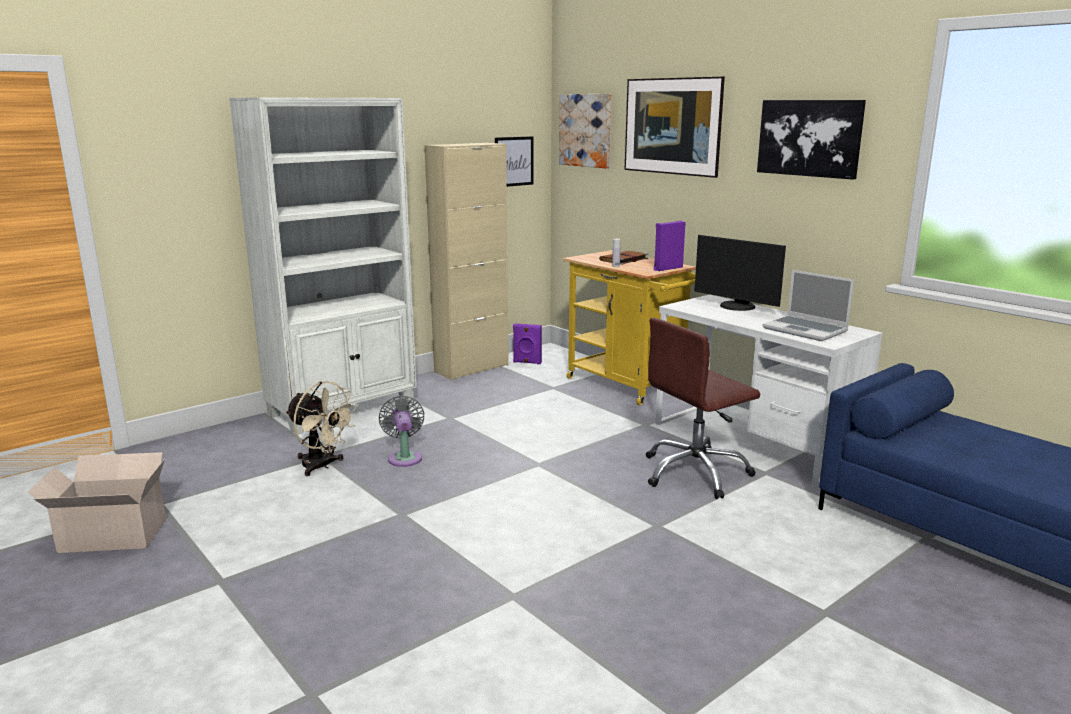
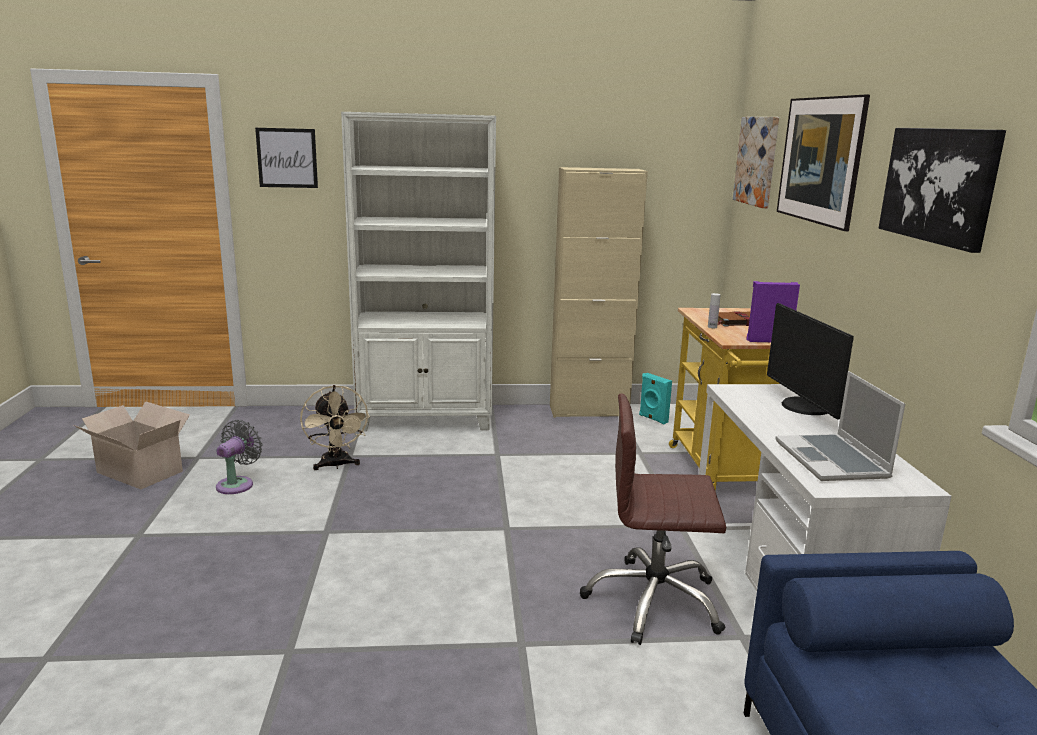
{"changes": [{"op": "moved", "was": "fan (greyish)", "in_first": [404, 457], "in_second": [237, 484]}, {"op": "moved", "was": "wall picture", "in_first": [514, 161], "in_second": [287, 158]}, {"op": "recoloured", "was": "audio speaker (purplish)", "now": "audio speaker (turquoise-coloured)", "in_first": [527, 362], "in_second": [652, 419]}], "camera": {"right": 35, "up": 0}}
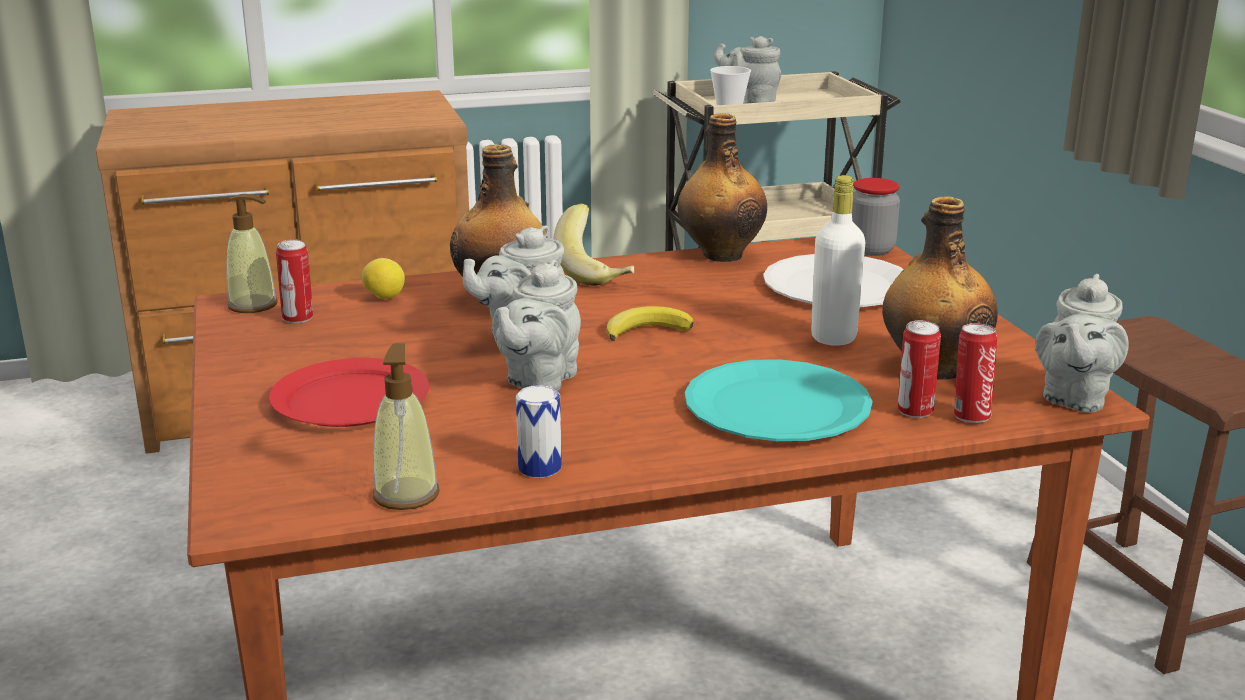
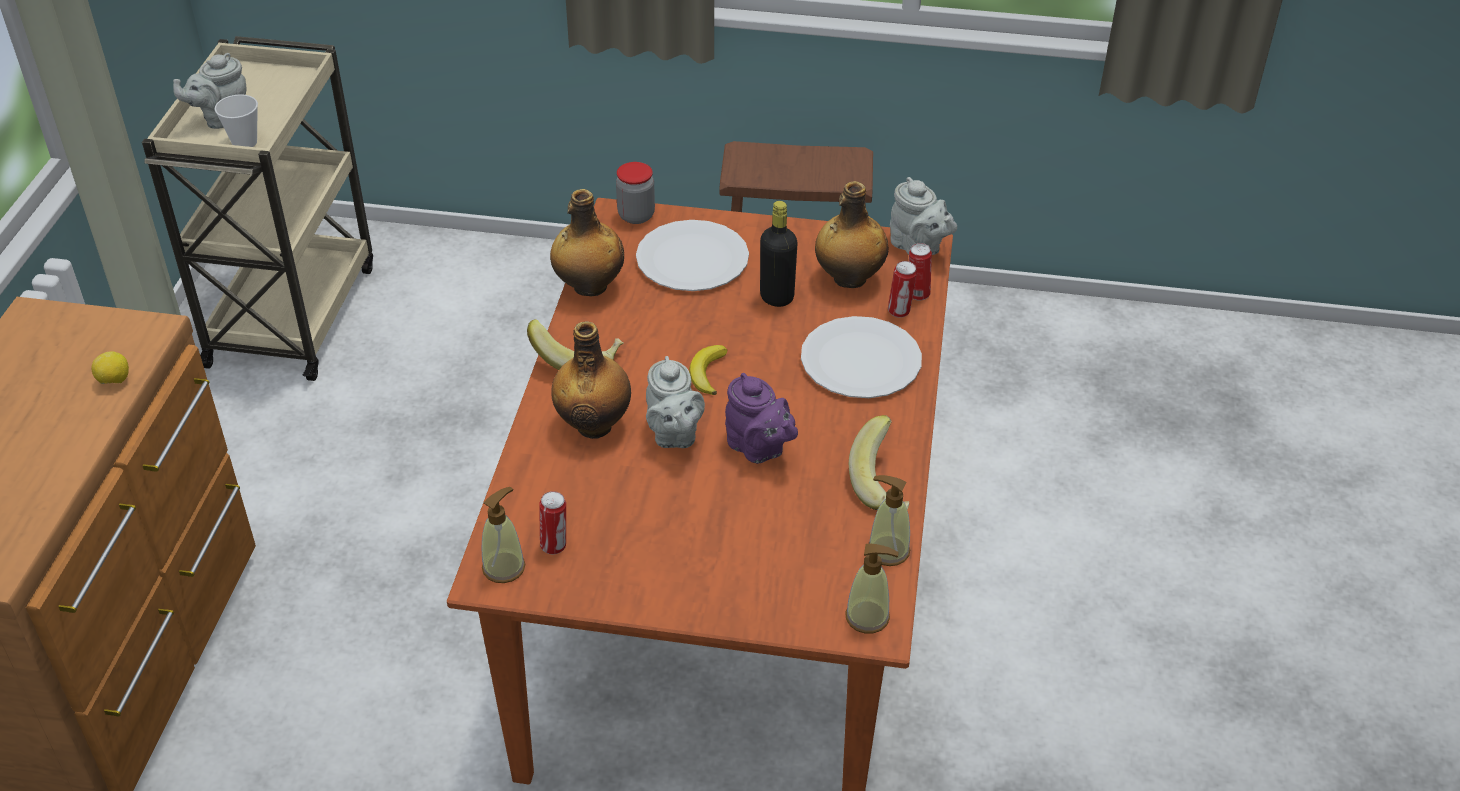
{"changes": [{"op": "removed", "was": "dinner plate (reddish)", "in_first": [349, 400]}, {"op": "added", "now": "soap dispenser", "in_second": [867, 617]}, {"op": "moved", "was": "citrus fruit", "in_first": [384, 297], "in_second": [114, 381]}, {"op": "replaced", "was": "sealed can", "now": "banana fruit", "in_first": [539, 467], "in_second": [884, 484]}, {"op": "recoloured", "was": "tea pot (greyish)", "now": "tea pot (purplish)", "in_first": [538, 380], "in_second": [758, 449]}, {"op": "recoloured", "was": "dinner plate (turquoise-coloured)", "now": "dinner plate (white)", "in_first": [776, 406], "in_second": [861, 361]}, {"op": "recoloured", "was": "beverage bottle (white)", "now": "beverage bottle (black)", "in_first": [833, 337], "in_second": [777, 297]}], "camera": {"right": -65, "up": 20}}
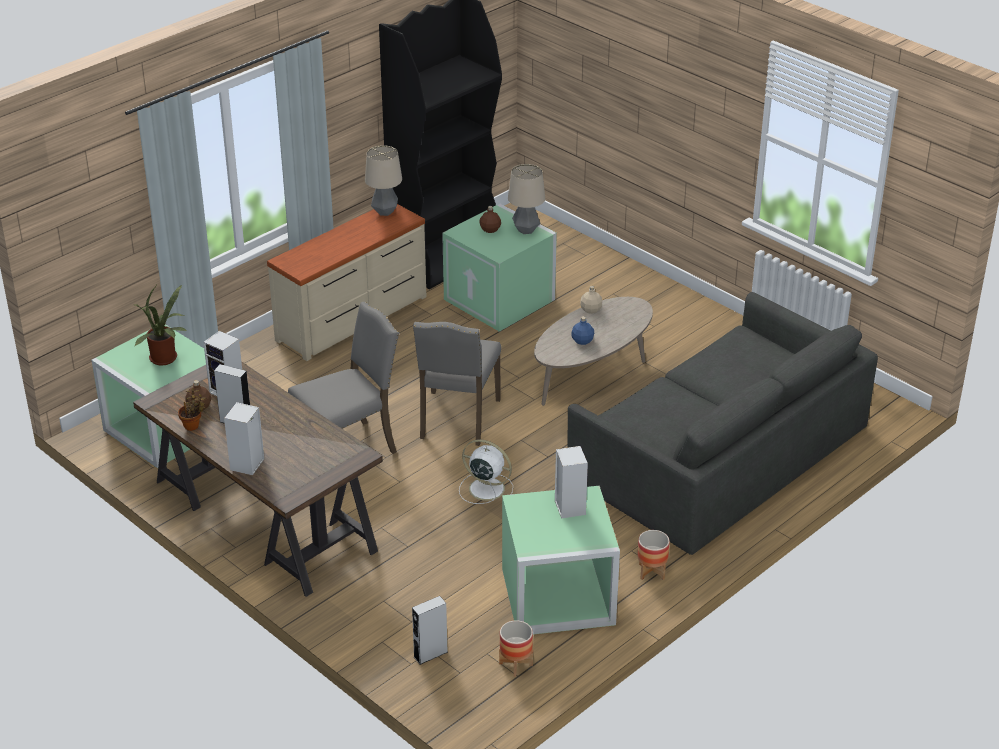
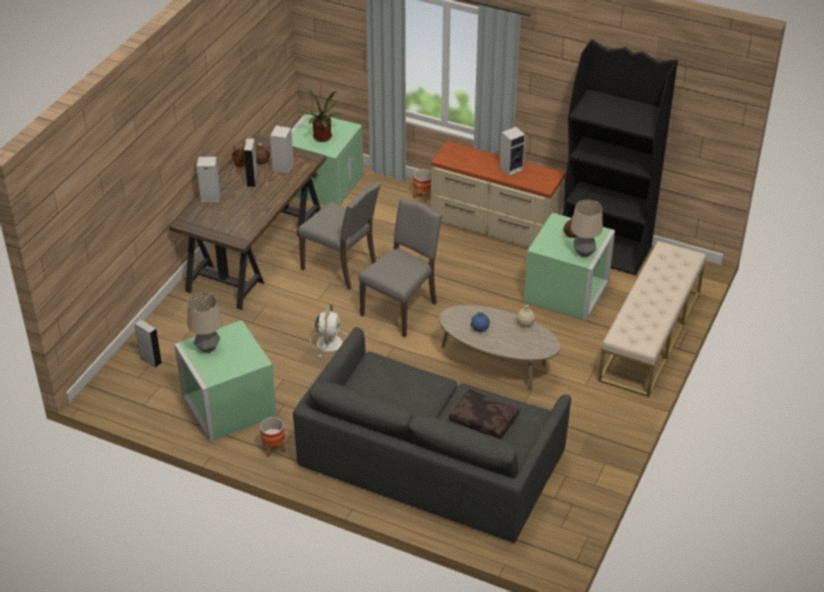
{"changes": [{"op": "added", "now": "cushion (brown)", "in_second": [484, 419]}, {"op": "added", "now": "long seat (beige)", "in_second": [650, 336]}, {"op": "moved", "was": "lamp for a table", "in_first": [385, 212], "in_second": [208, 348]}, {"op": "moved", "was": "plant pot", "in_first": [515, 664], "in_second": [423, 196]}, {"op": "moved", "was": "audio speaker", "in_first": [569, 507], "in_second": [511, 168]}, {"op": "turned", "was": "plain chair (greyish)", "in_first": [457, 419], "in_second": [401, 308], "clockwise": 135}], "camera": {"right": 70, "up": 5}}
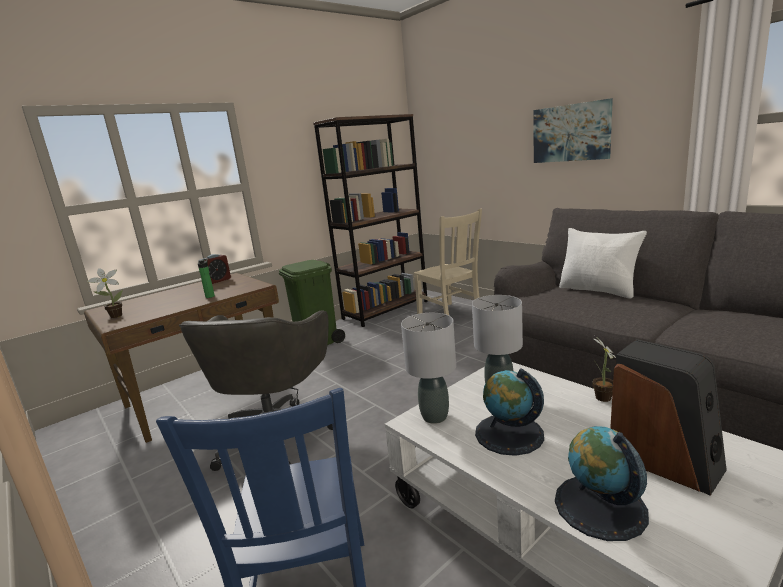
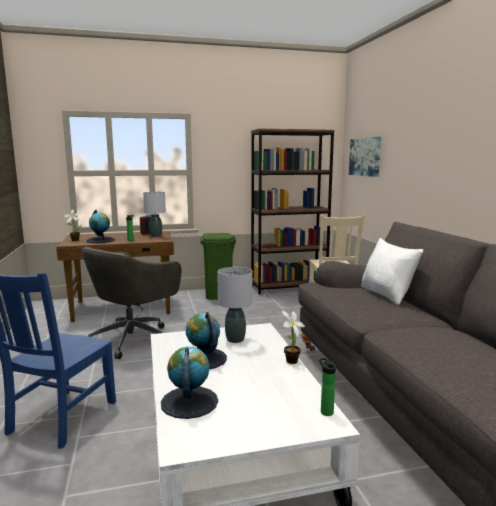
{"changes": [{"op": "removed", "was": "audio speaker", "in_first": [664, 460]}, {"op": "added", "now": "desk globe", "in_second": [100, 240]}, {"op": "added", "now": "beverage bottle", "in_second": [325, 411]}, {"op": "moved", "was": "lamp for a table (greyish)", "in_first": [434, 416], "in_second": [156, 236]}, {"op": "moved", "was": "wall picture", "in_first": [571, 133], "in_second": [365, 157]}], "camera": {"right": 25, "up": -5}}
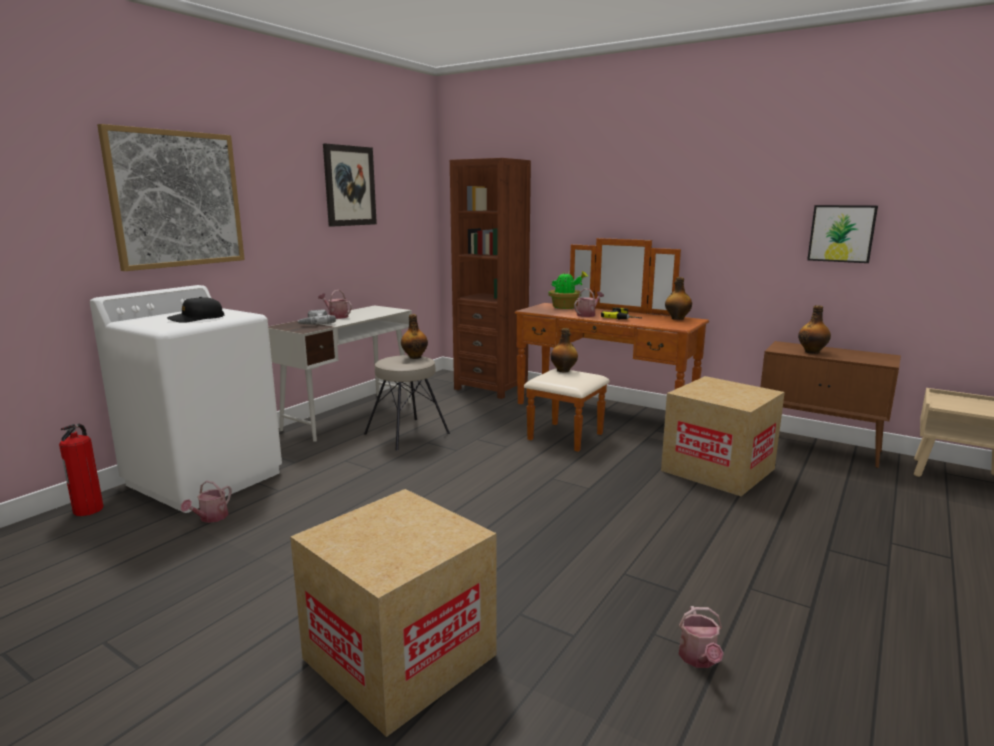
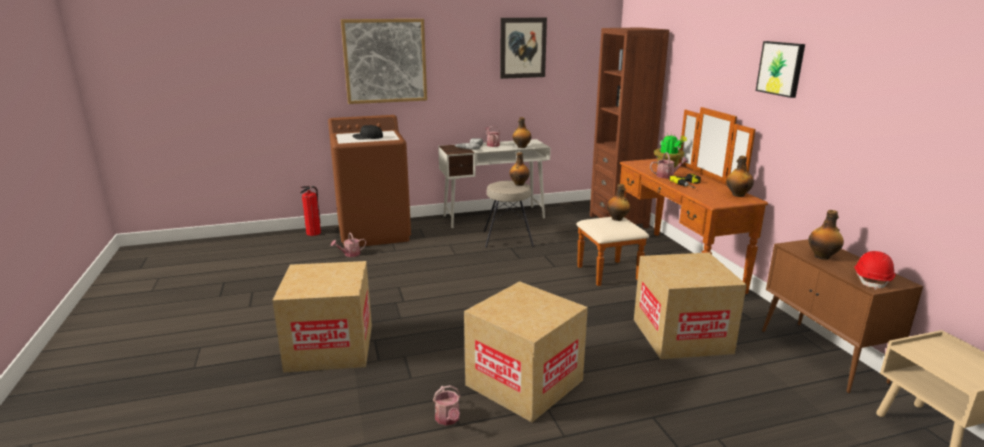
{"changes": [{"op": "added", "now": "carton", "in_second": [524, 382]}, {"op": "added", "now": "beverage bottle", "in_second": [521, 147]}, {"op": "added", "now": "work helmet (reddish)", "in_second": [872, 280]}, {"op": "moved", "was": "wall picture", "in_first": [841, 233], "in_second": [781, 68]}, {"op": "recoloured", "was": "laundry machine (white)", "now": "laundry machine (brown)", "in_first": [205, 478], "in_second": [374, 233]}, {"op": "turned", "was": "sprinkling can", "in_first": [699, 659], "in_second": [448, 419], "clockwise": -60}], "camera": {"right": 40, "up": 5}}
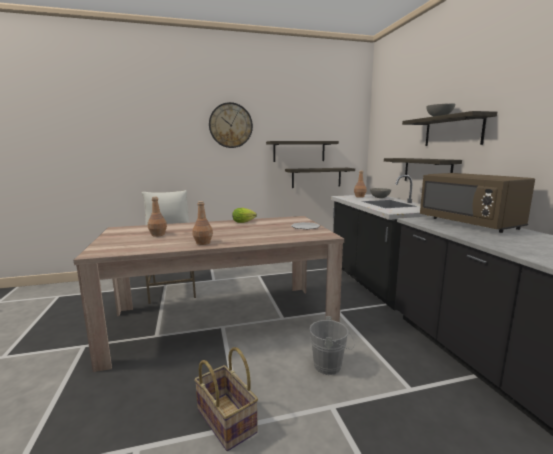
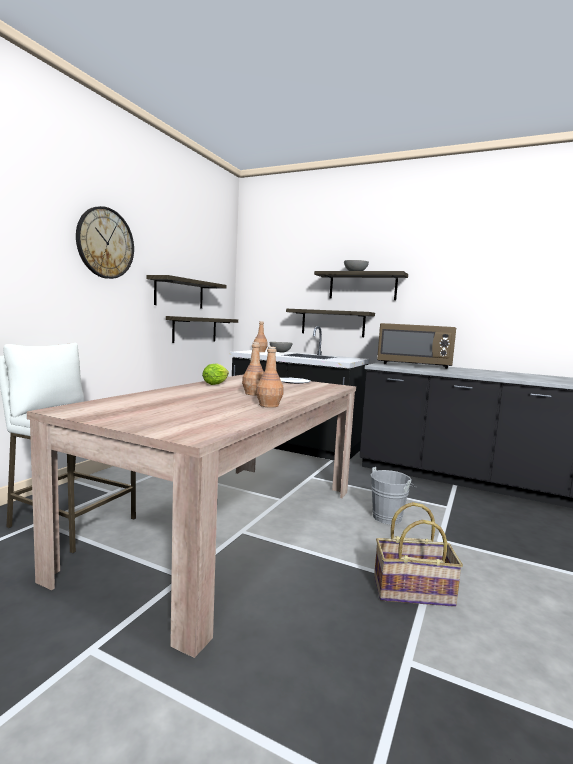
{"changes": [{"op": "moved", "was": "beverage bottle (brown)", "in_first": [158, 235], "in_second": [254, 394]}], "camera": {"right": -50, "up": -5}}
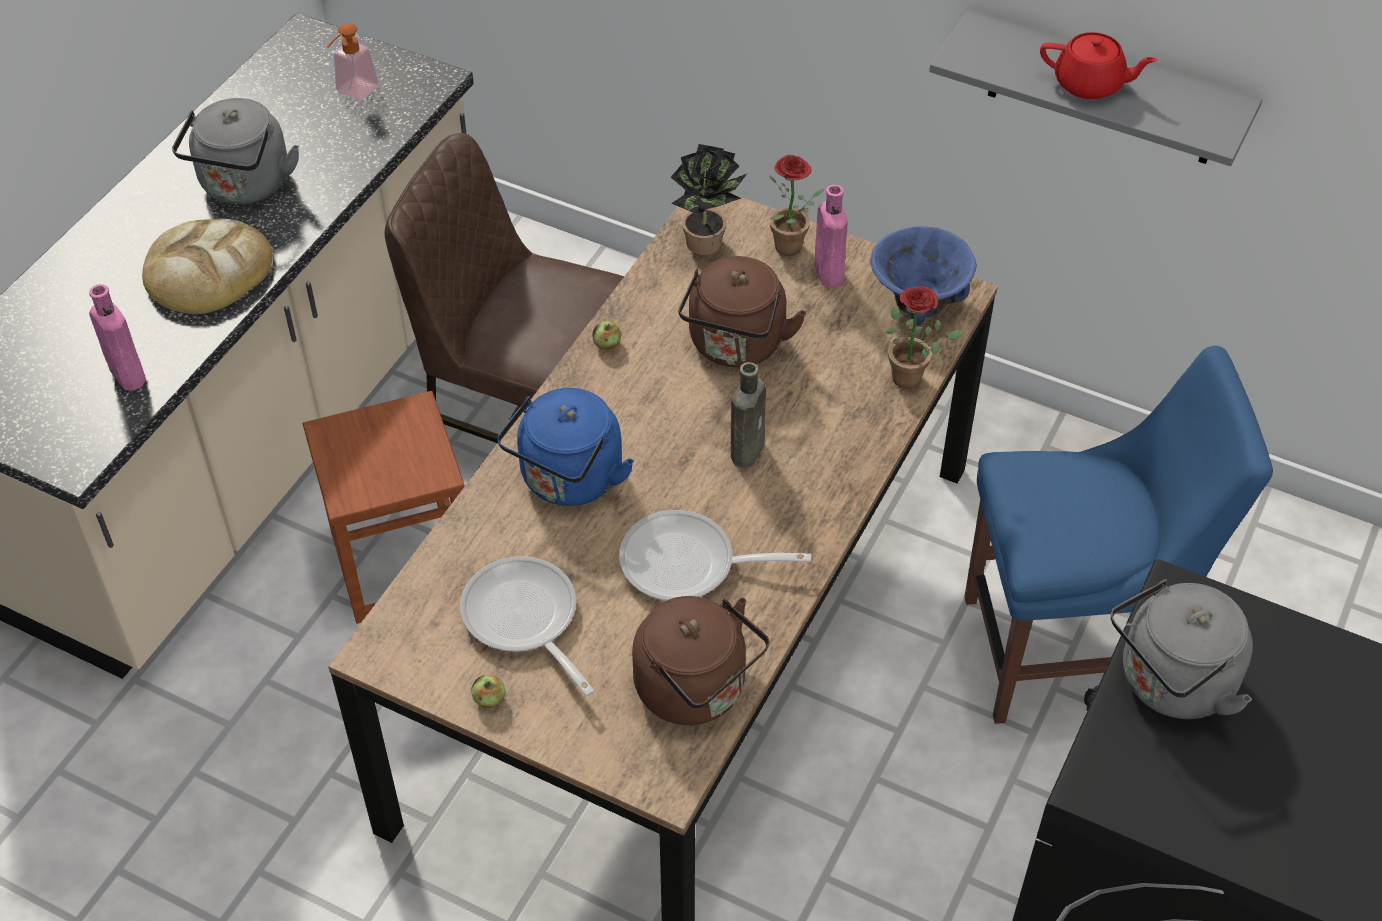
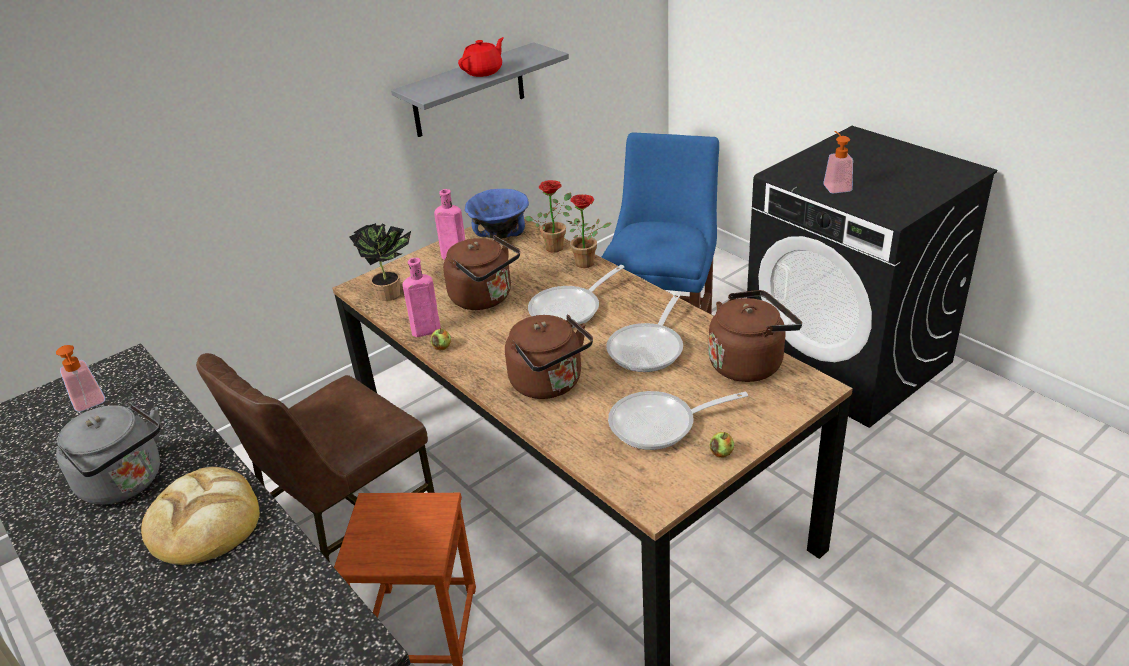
{"changes": [{"op": "moved", "was": "beverage bottle (pink)", "in_first": [126, 374], "in_second": [424, 331]}, {"op": "moved", "was": "potted plant", "in_first": [790, 251], "in_second": [589, 263]}, {"op": "replaced", "was": "beverage bottle (brown)", "now": "frying pan", "in_first": [748, 449], "in_second": [570, 309]}, {"op": "replaced", "was": "water kettle (greyish)", "now": "soap dispenser", "in_first": [1171, 684], "in_second": [835, 186]}, {"op": "recoloured", "was": "water kettle (blue-coloured)", "now": "water kettle (brown)", "in_first": [569, 481], "in_second": [550, 384]}], "camera": {"right": -65, "up": -15}}
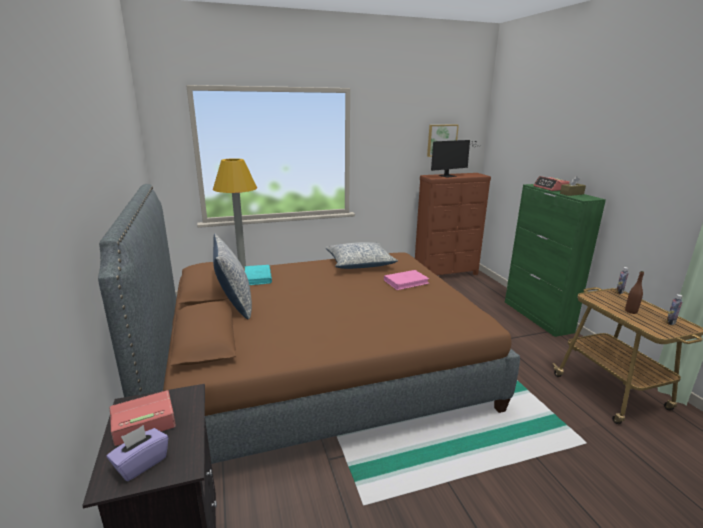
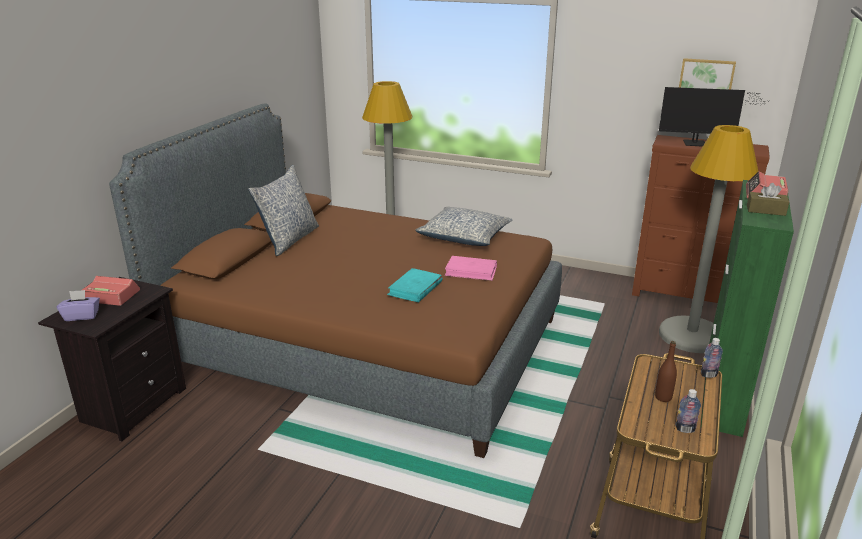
{"changes": [{"op": "added", "now": "standard lamp (greyish)", "in_second": [691, 336]}, {"op": "moved", "was": "book (turquoise-coloured)", "in_first": [258, 277], "in_second": [415, 288]}], "camera": {"right": 40, "up": 5}}
